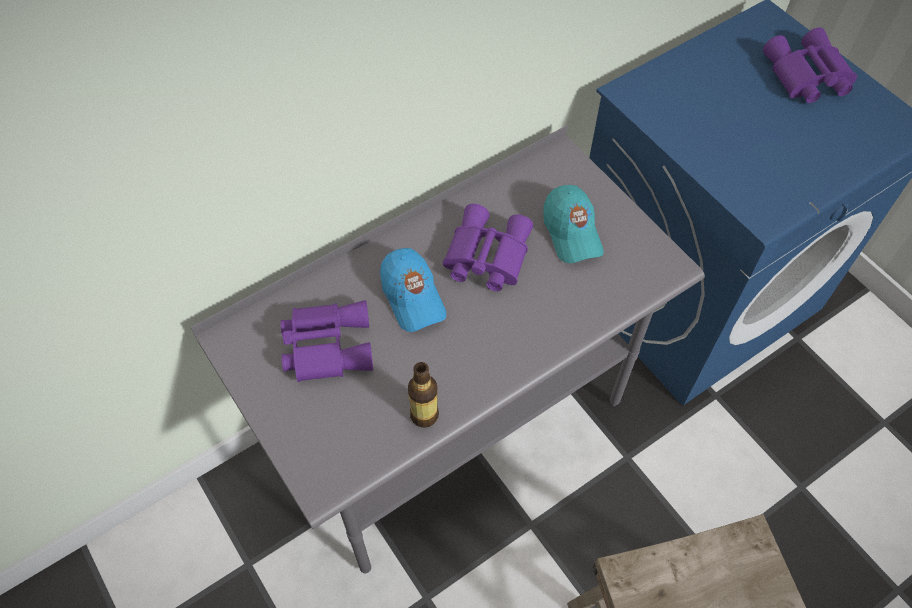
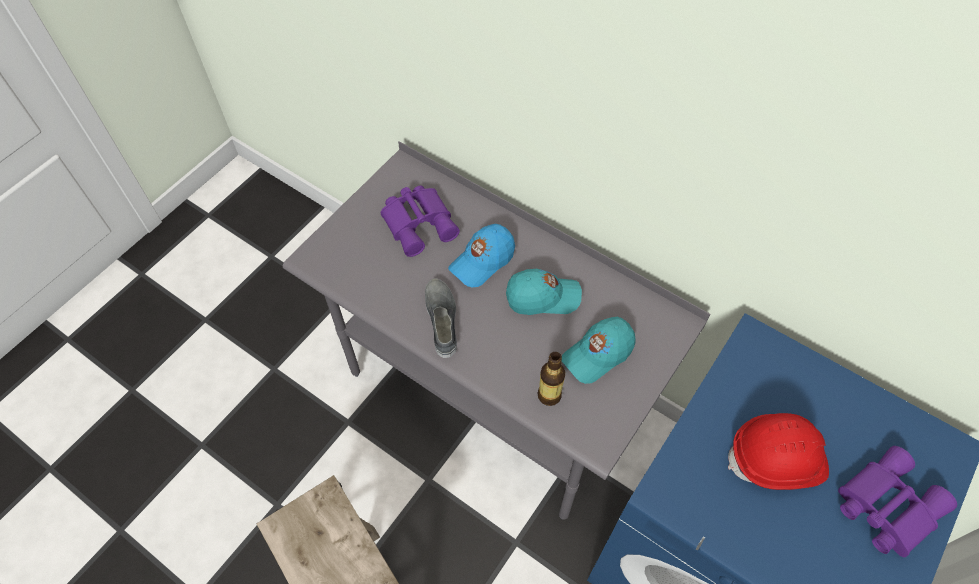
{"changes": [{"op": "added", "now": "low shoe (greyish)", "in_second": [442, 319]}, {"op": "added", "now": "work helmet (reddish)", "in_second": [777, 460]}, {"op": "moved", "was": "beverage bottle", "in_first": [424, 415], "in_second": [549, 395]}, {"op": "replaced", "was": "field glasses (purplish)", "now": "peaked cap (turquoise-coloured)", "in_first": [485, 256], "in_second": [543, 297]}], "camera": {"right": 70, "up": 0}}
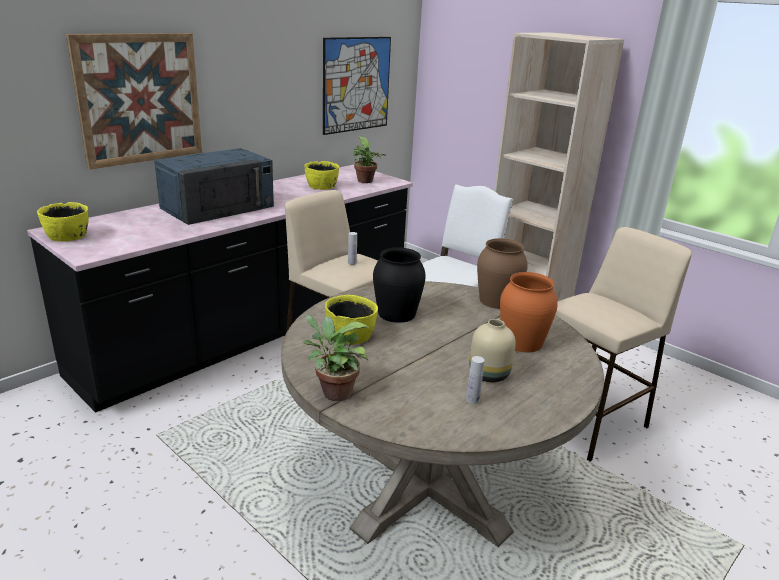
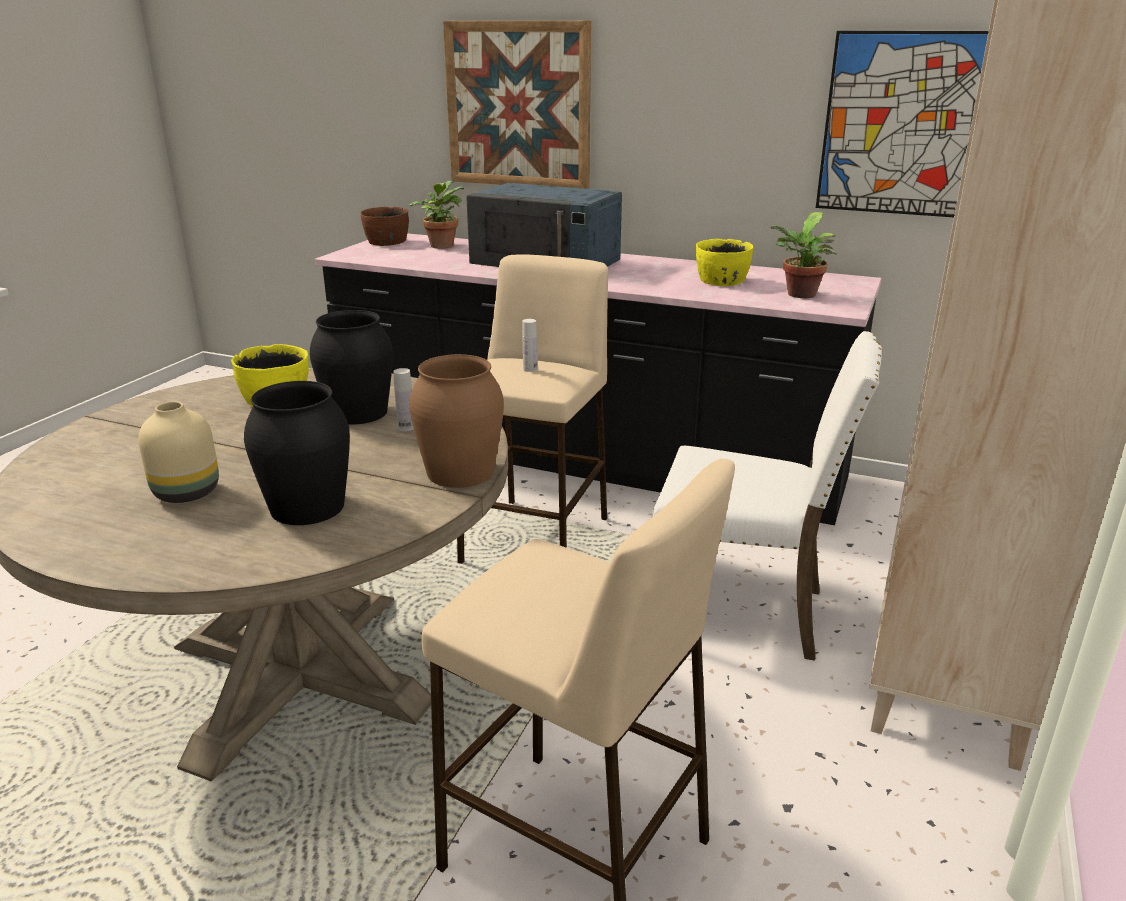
{"changes": [{"op": "moved", "was": "potted plant", "in_first": [333, 392], "in_second": [441, 245]}, {"op": "moved", "was": "beverage bottle (white)", "in_first": [472, 400], "in_second": [406, 428]}, {"op": "recoloured", "was": "serving bowl (yellowish)", "now": "serving bowl (brown)", "in_first": [67, 236], "in_second": [386, 242]}, {"op": "recoloured", "was": "vase (orange)", "now": "vase (black)", "in_first": [522, 342], "in_second": [307, 507]}], "camera": {"right": 70, "up": 0}}
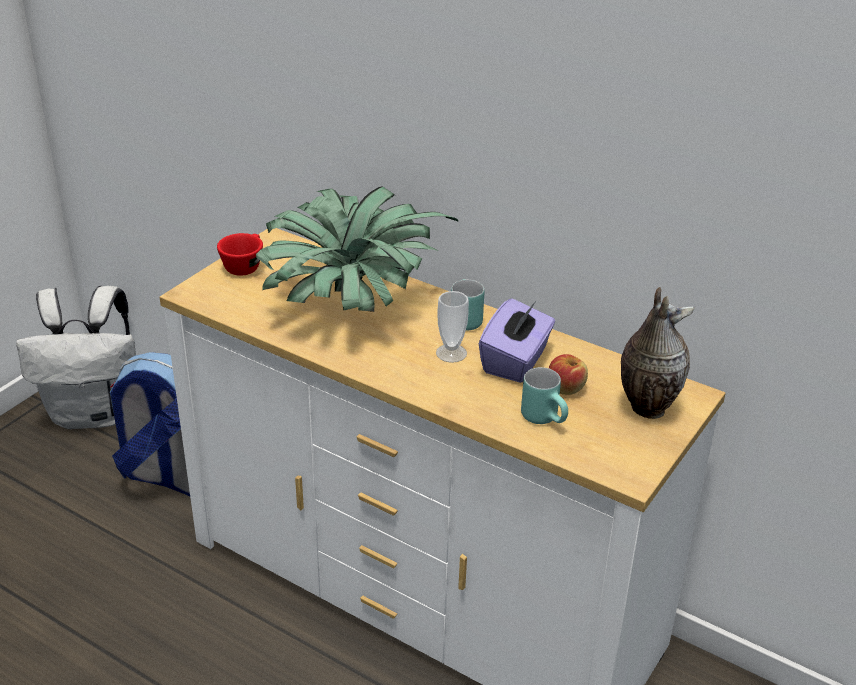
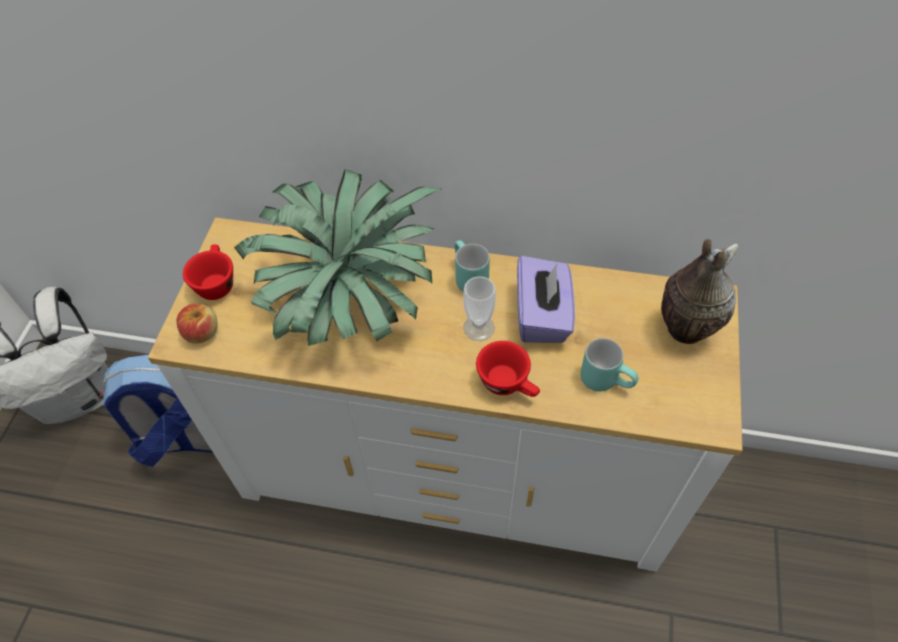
{"changes": [{"op": "added", "now": "cup (reddish)", "in_second": [509, 384]}, {"op": "moved", "was": "whole apple", "in_first": [566, 388], "in_second": [202, 332]}], "camera": {"right": -20, "up": 20}}
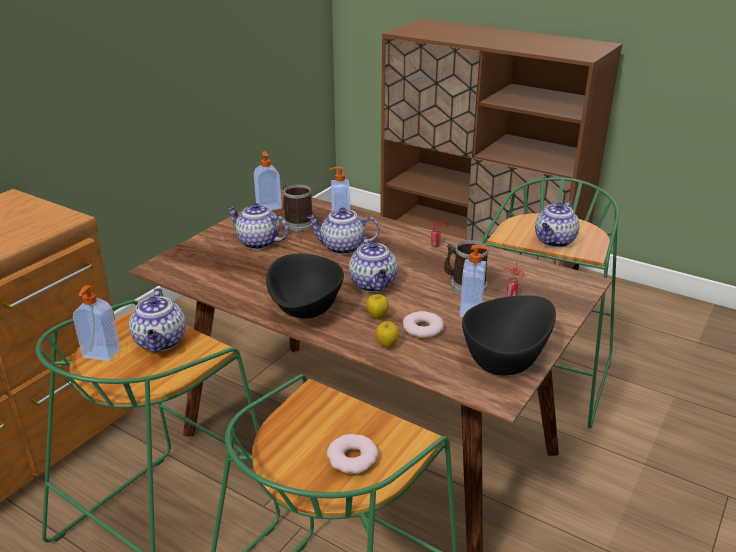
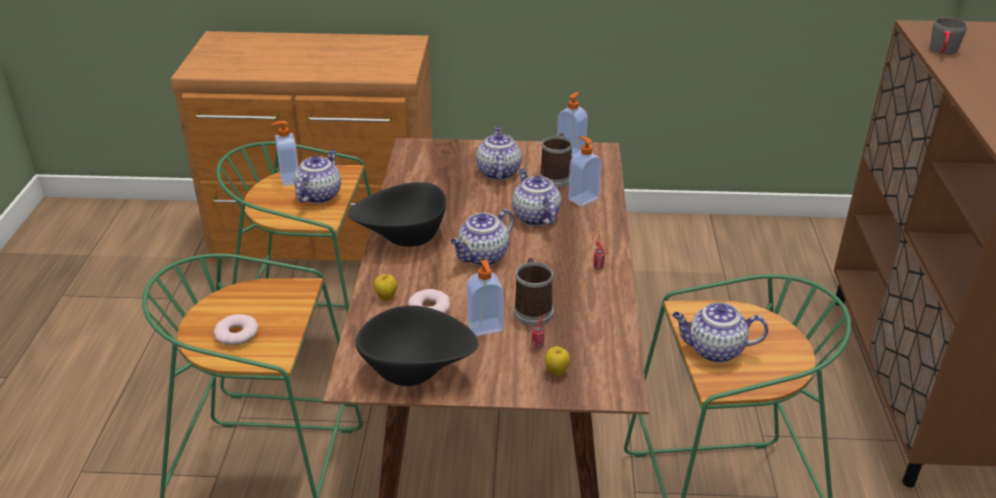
{"changes": [{"op": "added", "now": "tea mug (greyish)", "in_second": [943, 52]}, {"op": "moved", "was": "whole apple", "in_first": [377, 317], "in_second": [556, 372]}, {"op": "turned", "was": "tea pot", "in_first": [161, 342], "in_second": [319, 195], "clockwise": 150}], "camera": {"right": 60, "up": 5}}
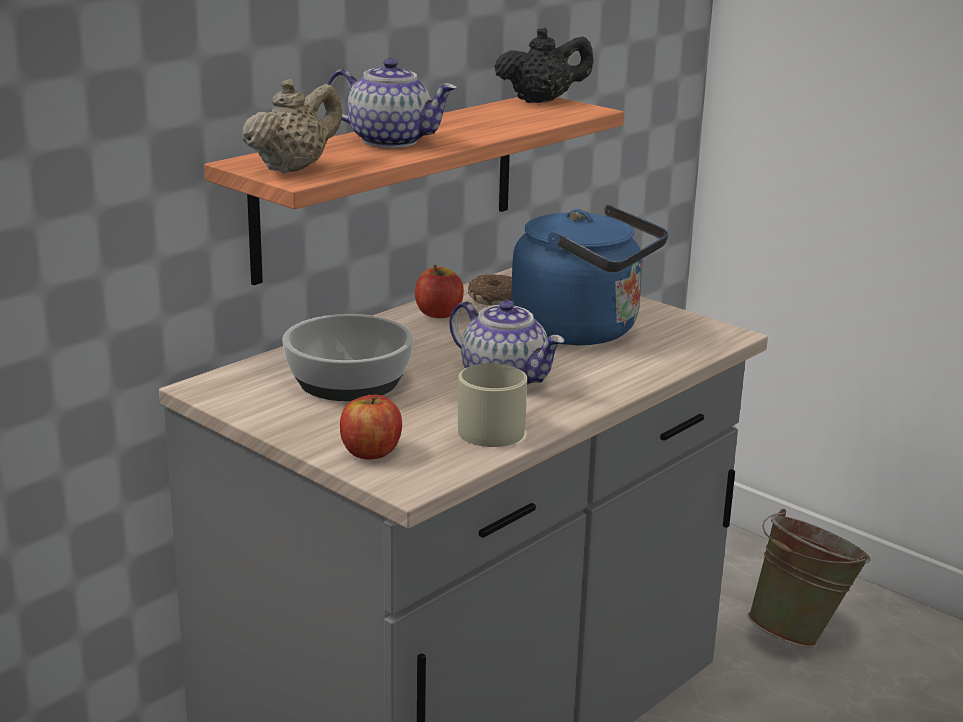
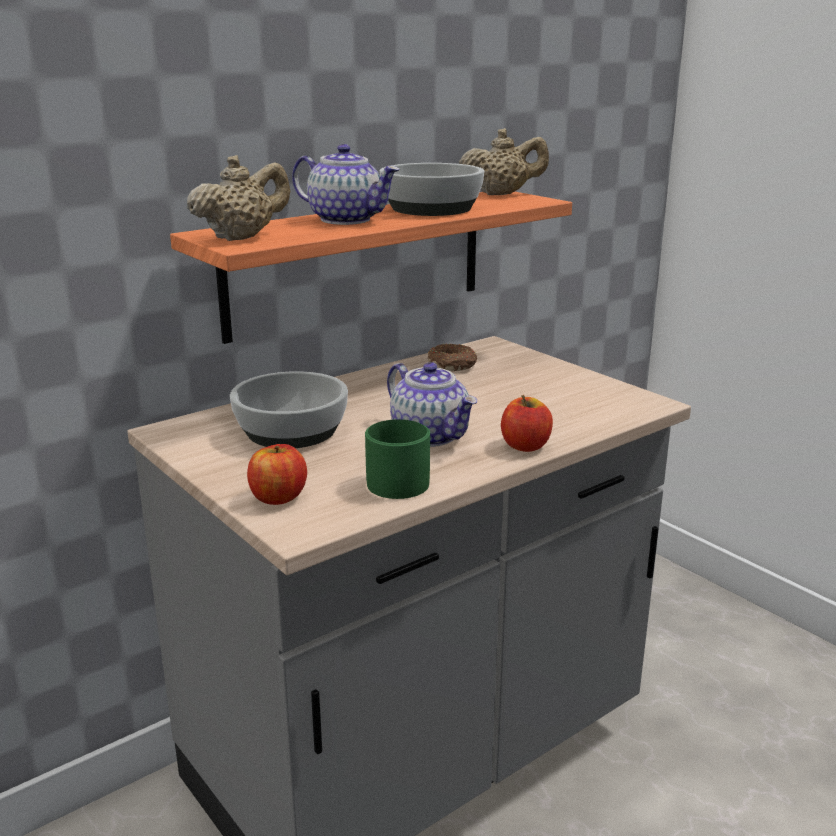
{"changes": [{"op": "removed", "was": "water kettle (blue-coloured)", "in_first": [583, 331]}, {"op": "removed", "was": "pail (greenish)", "in_first": [801, 633]}, {"op": "added", "now": "serving bowl", "in_second": [431, 209]}, {"op": "moved", "was": "whole apple", "in_first": [439, 314], "in_second": [525, 446]}, {"op": "recoloured", "was": "tea mug (beige)", "now": "tea mug (greenish)", "in_first": [495, 428], "in_second": [403, 481]}, {"op": "recoloured", "was": "tea pot (black)", "now": "tea pot (beige)", "in_first": [542, 101], "in_second": [502, 194]}], "camera": {"right": 10, "up": 0}}
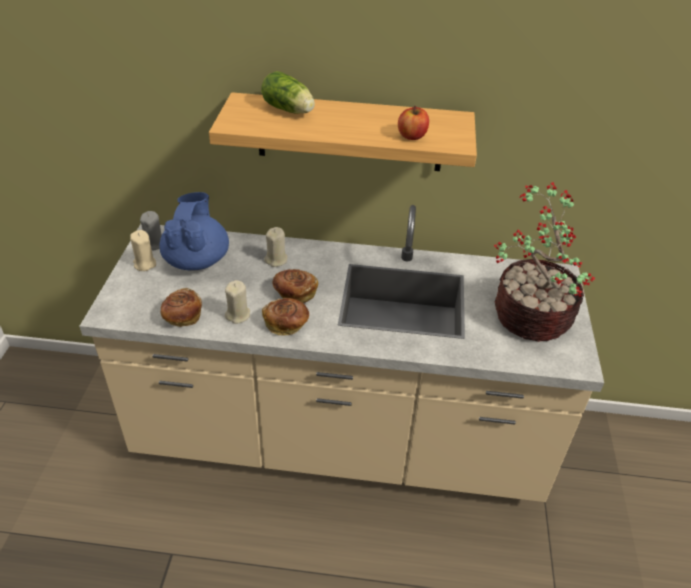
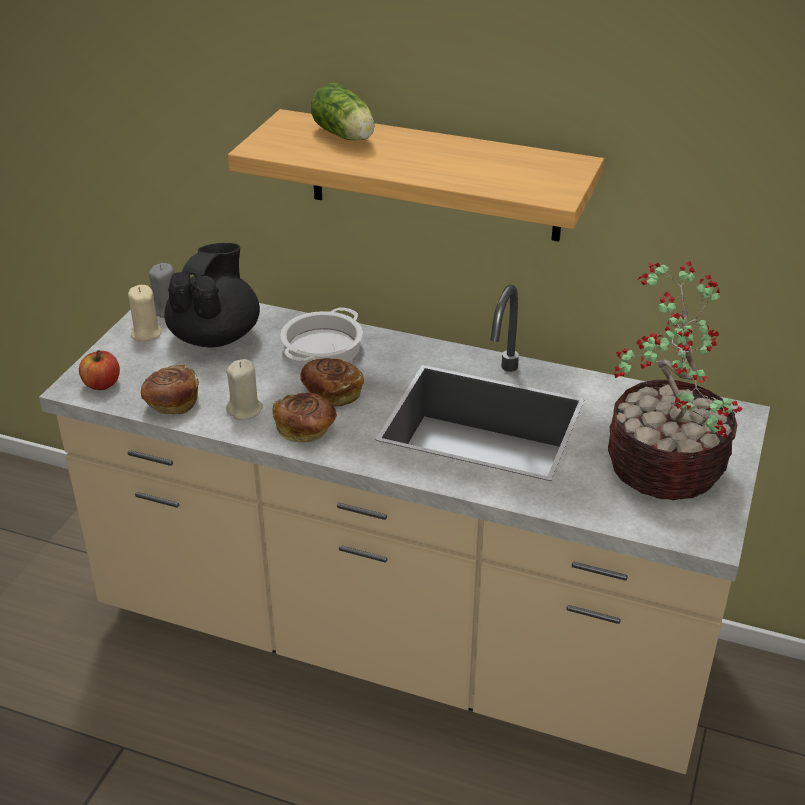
{"changes": [{"op": "moved", "was": "whole apple", "in_first": [412, 136], "in_second": [102, 384]}, {"op": "replaced", "was": "wax candle (beige)", "now": "saucepot", "in_first": [276, 260], "in_second": [322, 348]}, {"op": "recoloured", "was": "tea pot (blue-coloured)", "now": "tea pot (black)", "in_first": [197, 260], "in_second": [216, 336]}], "camera": {"right": 15, "up": -5}}
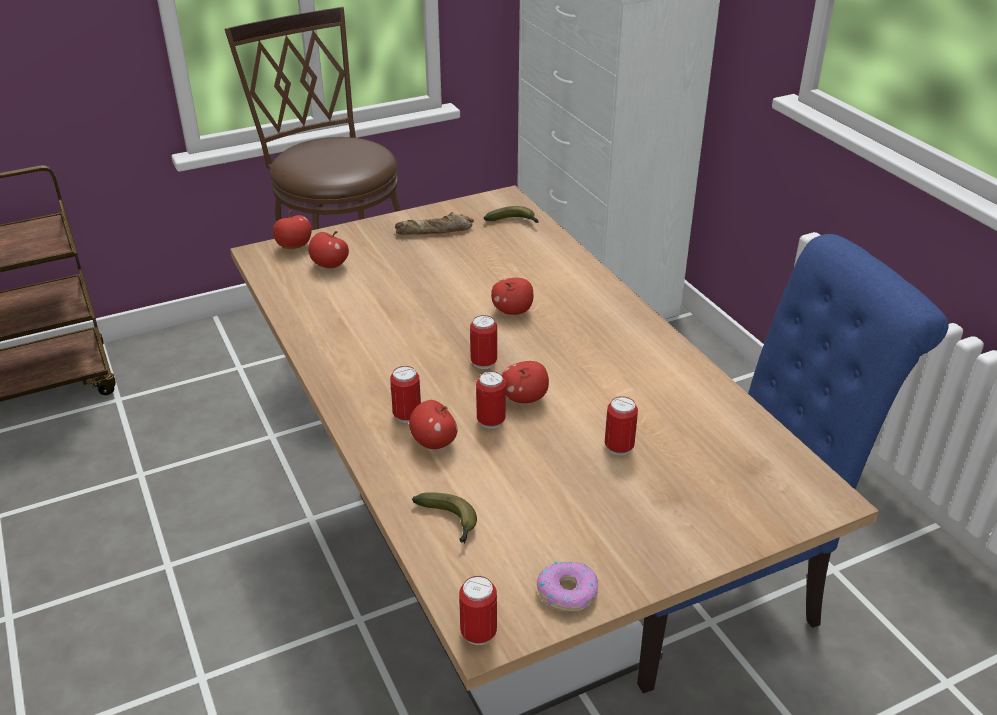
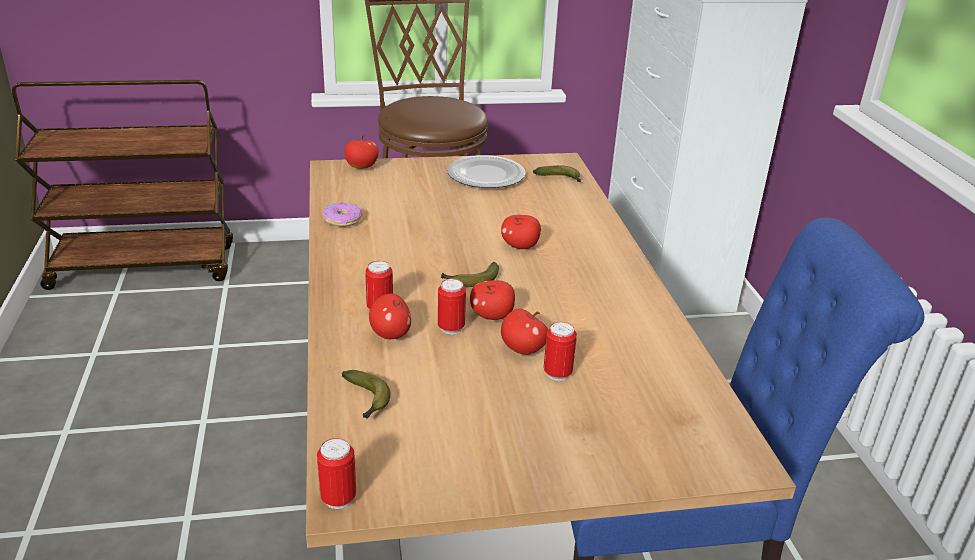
{"changes": [{"op": "moved", "was": "whole apple", "in_first": [329, 265], "in_second": [522, 349]}, {"op": "moved", "was": "donut", "in_first": [567, 592], "in_second": [342, 220]}, {"op": "replaced", "was": "bakery bread", "now": "dinner plate", "in_first": [435, 231], "in_second": [487, 175]}, {"op": "replaced", "was": "sealed can", "now": "banana fruit", "in_first": [483, 363], "in_second": [471, 281]}], "camera": {"right": 15, "up": -5}}
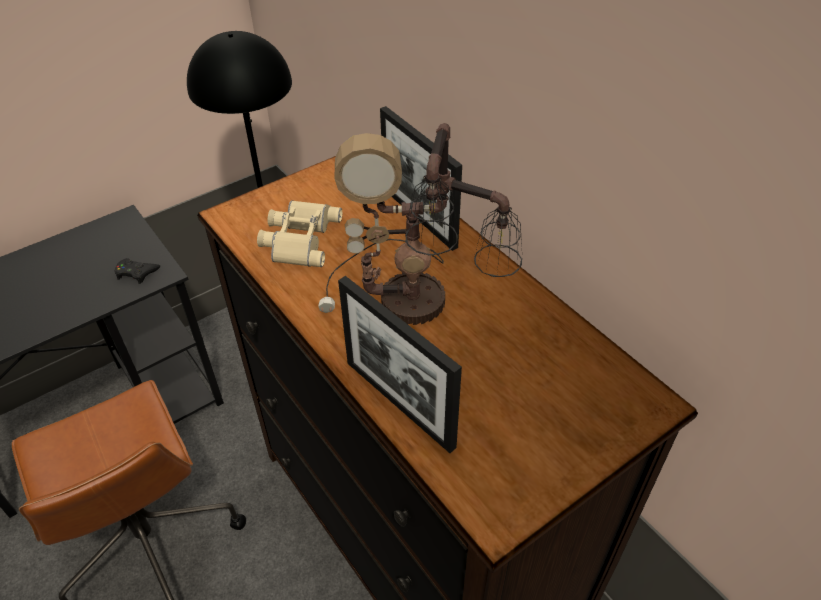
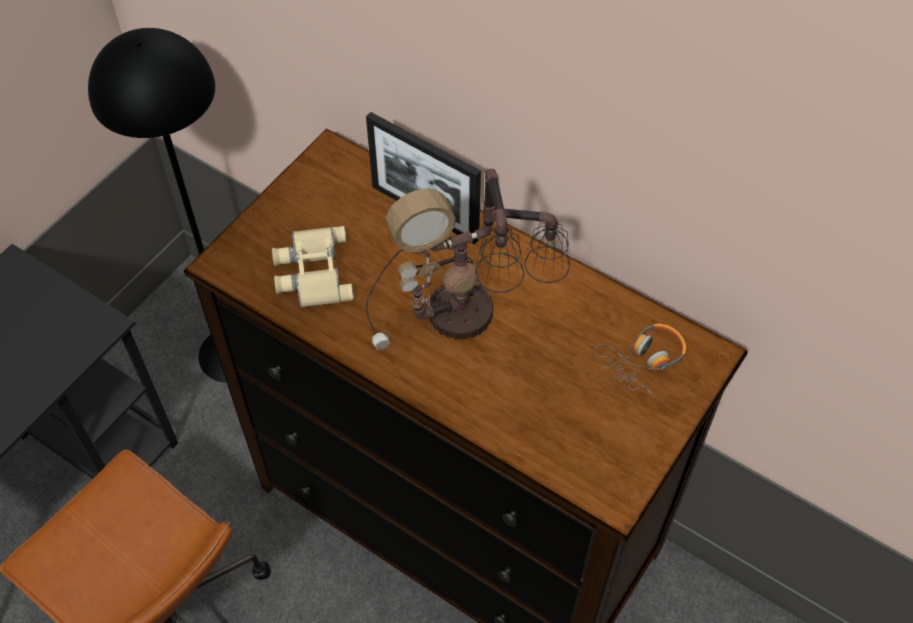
{"changes": [{"op": "removed", "was": "gamepad (black)", "in_first": [136, 273]}, {"op": "removed", "was": "standing frame", "in_first": [399, 403]}, {"op": "added", "now": "headphones", "in_second": [644, 360]}], "camera": {"right": -20, "up": 10}}
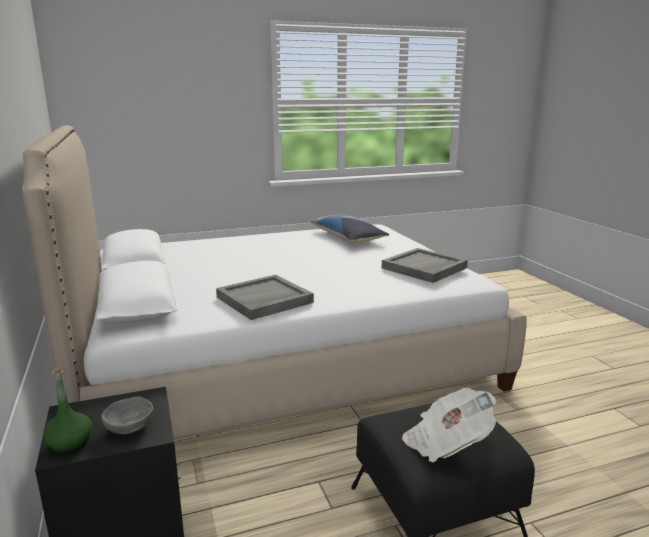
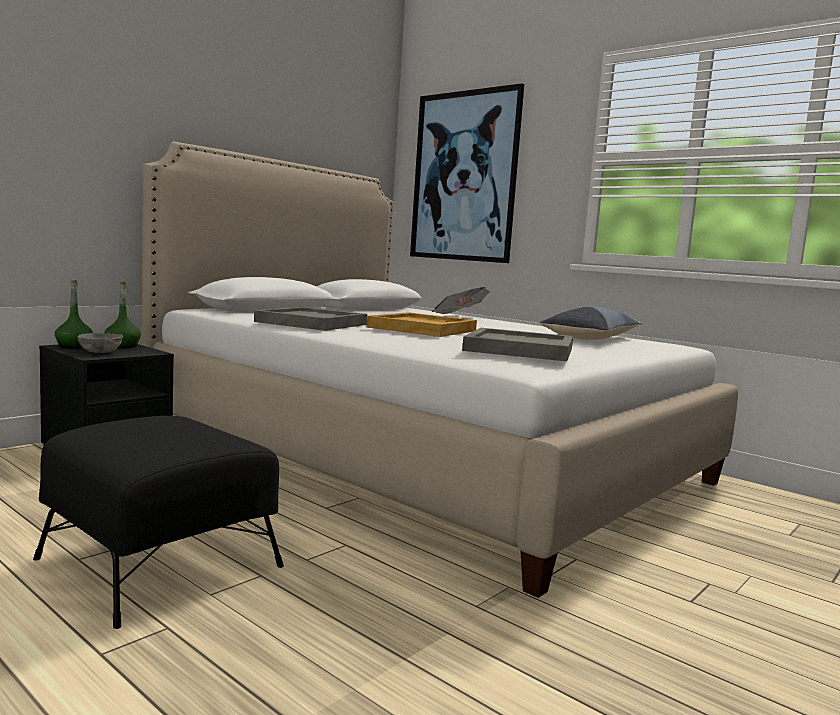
{"changes": [{"op": "added", "now": "beverage bottle (greenish)", "in_second": [122, 346]}, {"op": "added", "now": "serving tray (beige)", "in_second": [423, 329]}, {"op": "added", "now": "wall picture", "in_second": [464, 176]}, {"op": "moved", "was": "printed paper", "in_first": [446, 443], "in_second": [459, 317]}], "camera": {"right": 60, "up": -10}}
